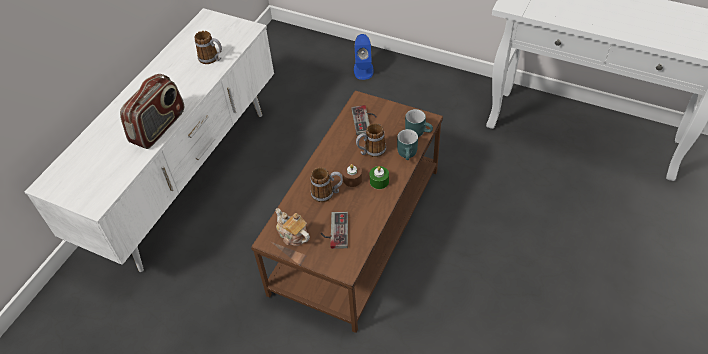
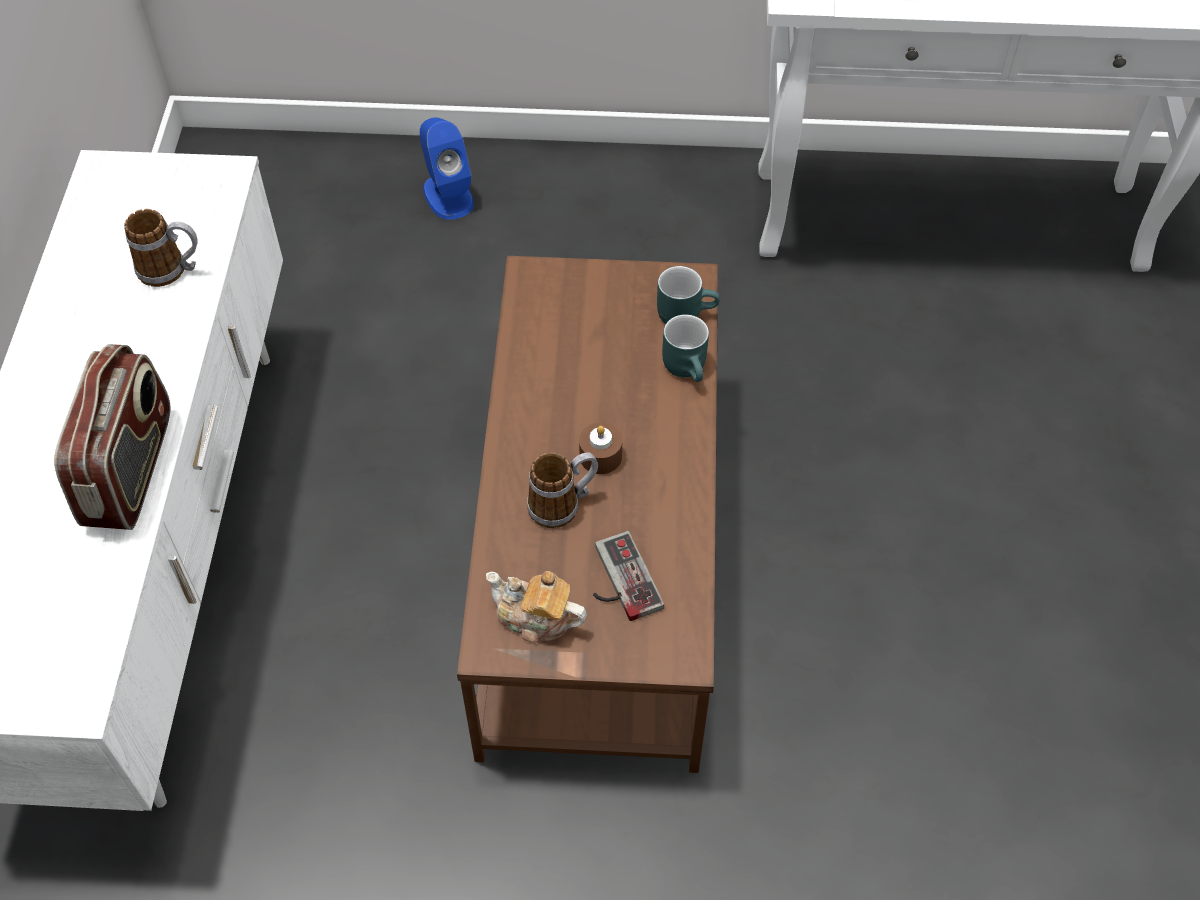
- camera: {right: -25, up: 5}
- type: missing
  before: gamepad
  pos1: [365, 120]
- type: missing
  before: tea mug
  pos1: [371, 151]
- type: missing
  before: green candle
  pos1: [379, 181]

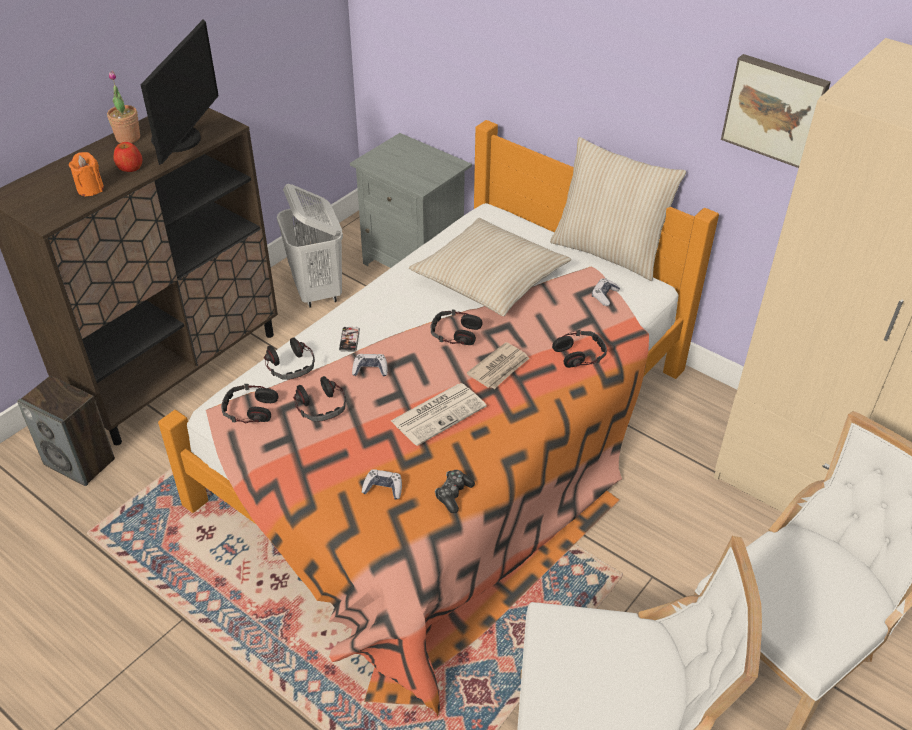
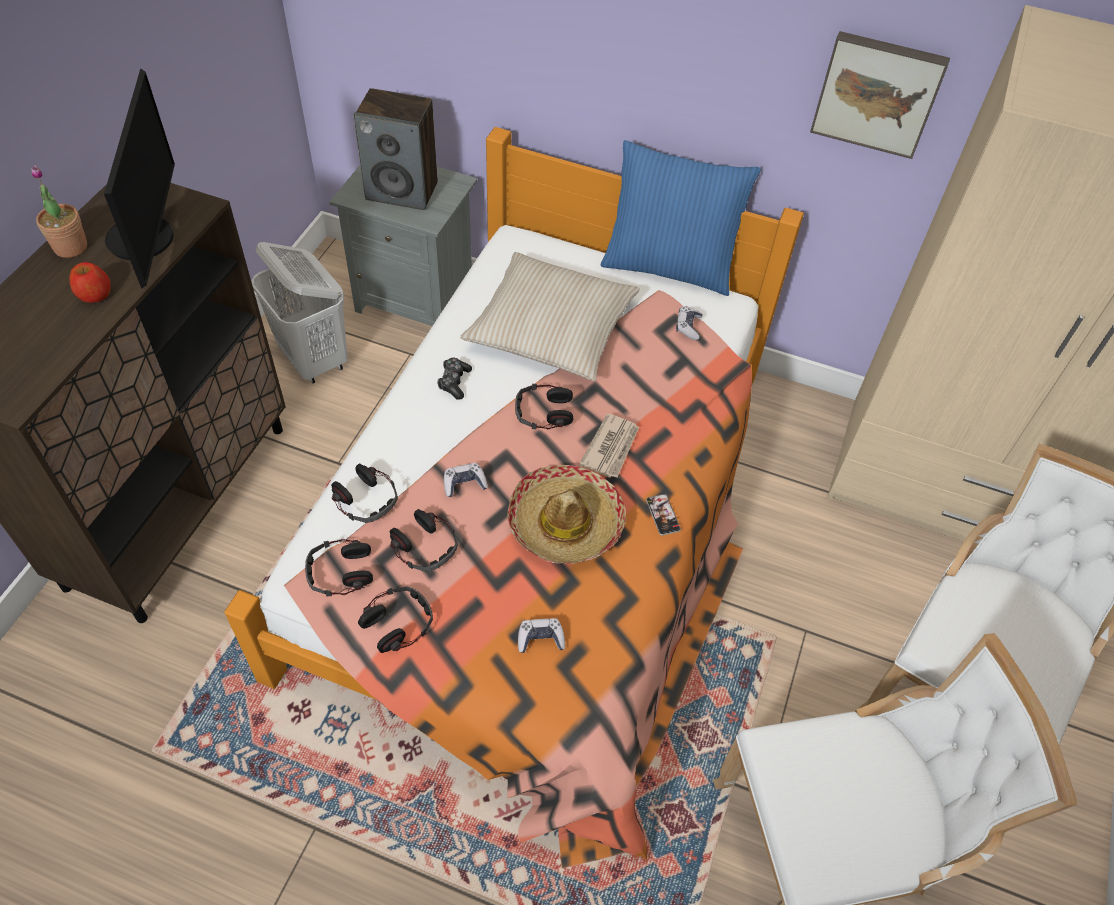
- camera: {right: -20, up: 10}
- type: colour
  before: beige-coloured pillow
  after: blue pillow
  pos1: [609, 252]
  pos2: [669, 266]
- type: missing
  before: orangey candle
  pos1: [90, 189]
- type: relocated
  before: phone
  pos1: [349, 340]
  pos2: [663, 515]
- type: relocated
  before: headset
  pos1: [579, 354]
  pos2: [397, 623]
- type: relocated
  before: loudspeaker
  pos1: [80, 462]
  pos2: [402, 191]
- type: exchanged
  before: daily paper
  after: wearable hat
  pos1: [439, 413]
  pos2: [565, 523]
- type: relocated
  before: gamepad
  pos1: [453, 494]
  pos2: [454, 382]

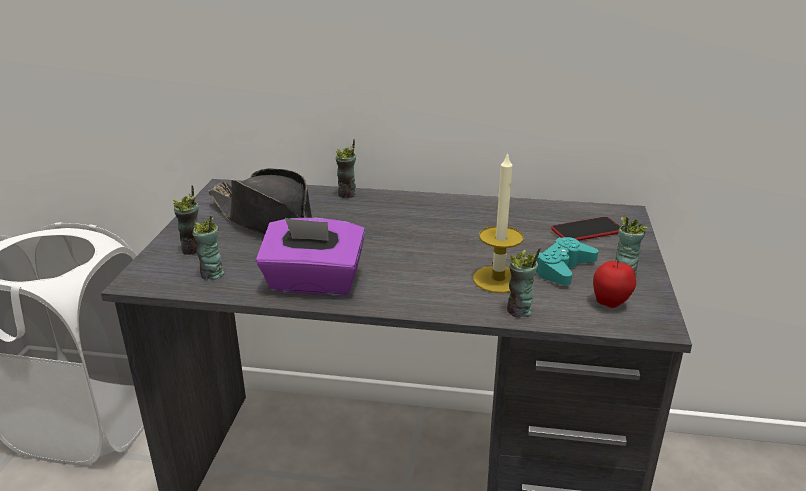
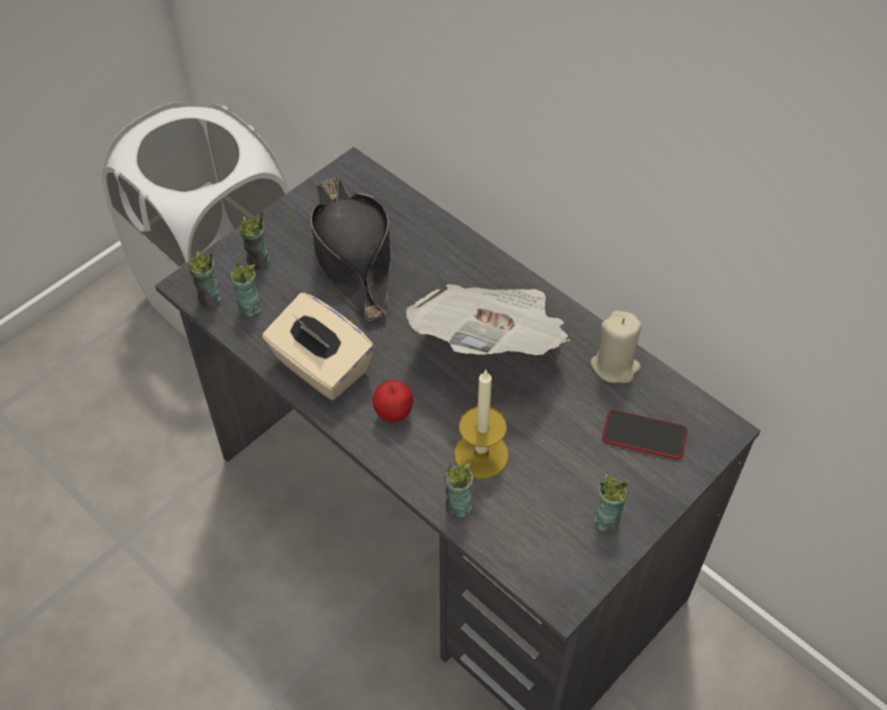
- camera: {right: 35, up: 25}
- type: relocated
  before: drinking cup
  pos1: [347, 194]
  pos2: [210, 299]
- type: colour
  before: purple tissue box
  after: beige-coloured tissue box
  pos1: [313, 283]
  pos2: [320, 367]
- type: missing
  before: turquoise-coloured gamepad
  pos1: [563, 269]
- type: relocated
  before: whole apple
  pos1: [610, 304]
  pos2: [393, 415]
- type: appeared
  after: daily paper
  pos2: [491, 343]
- type: appeared
  after: beige-coloured candle
  pos2: [615, 366]

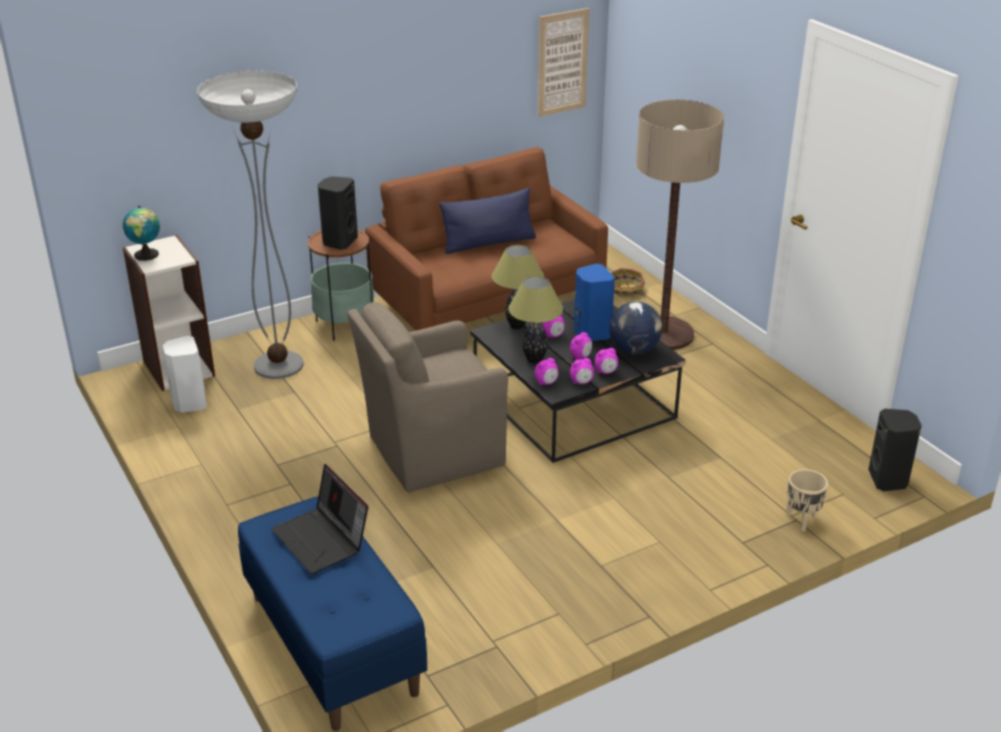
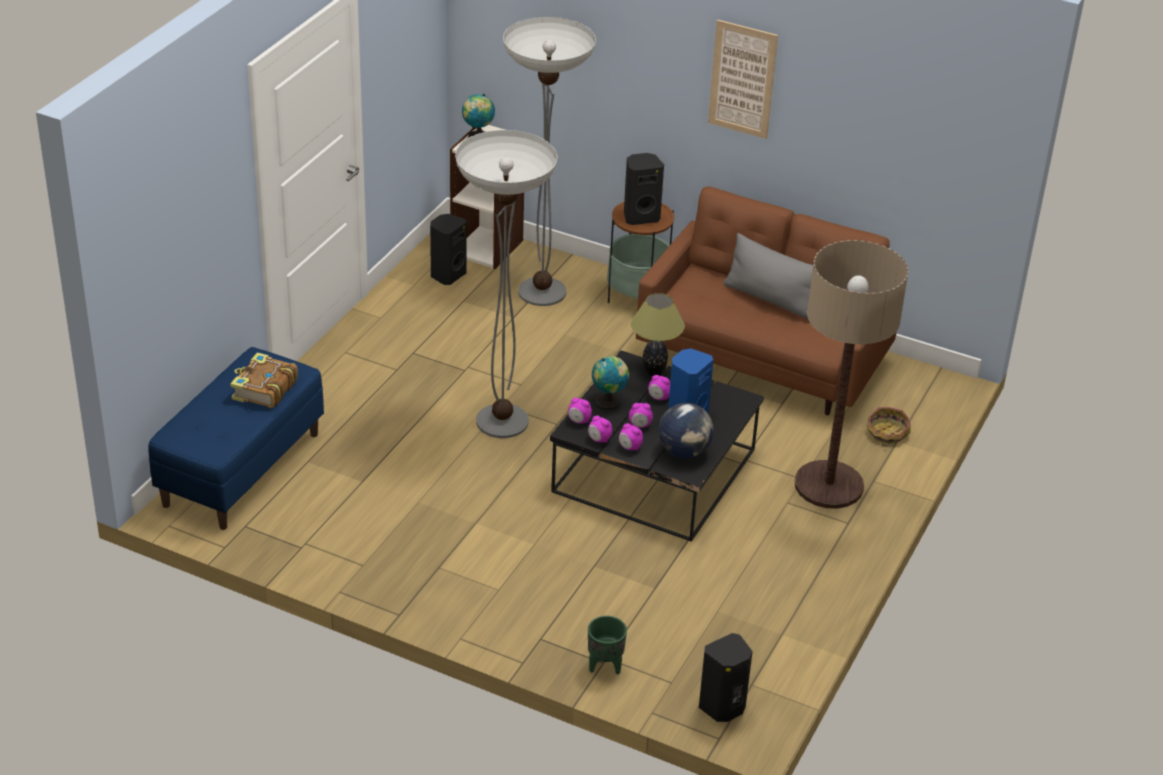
- camera: {right: 55, up: 5}
- type: relocated
  before: picture
  pos1: [562, 62]
  pos2: [742, 79]
- type: colour
  before: blue pillow
  after: gray pillow
  pos1: [488, 243]
  pos2: [772, 300]
- type: exchanged
  before: table lamp
  after: world globe
  pos1: [534, 359]
  pos2: [609, 401]
- type: exchanged
  before: brown armchair
  after: floor lamp
  pos1: [431, 452]
  pos2: [502, 421]
- type: colour
  before: whitish loudspeaker
  after: black loudspeaker
  pos1: [189, 403]
  pos2: [447, 275]
- type: exchanged
  before: portable computer
  after: bound book
  pos1: [322, 540]
  pos2: [263, 389]
- type: colour
  before: beige-coloured flower pot
  after: green flower pot
  pos1: [801, 521]
  pos2: [604, 666]

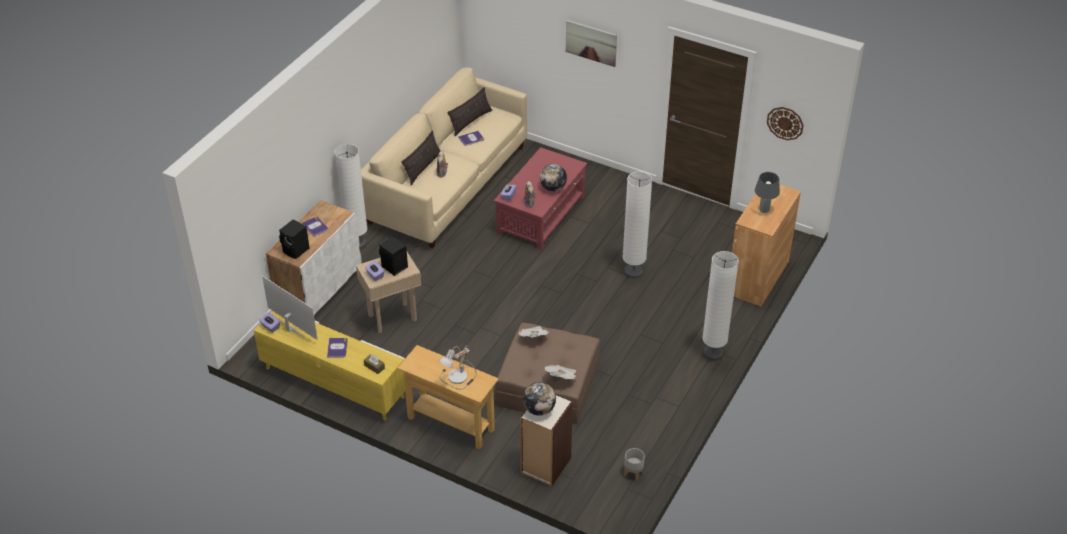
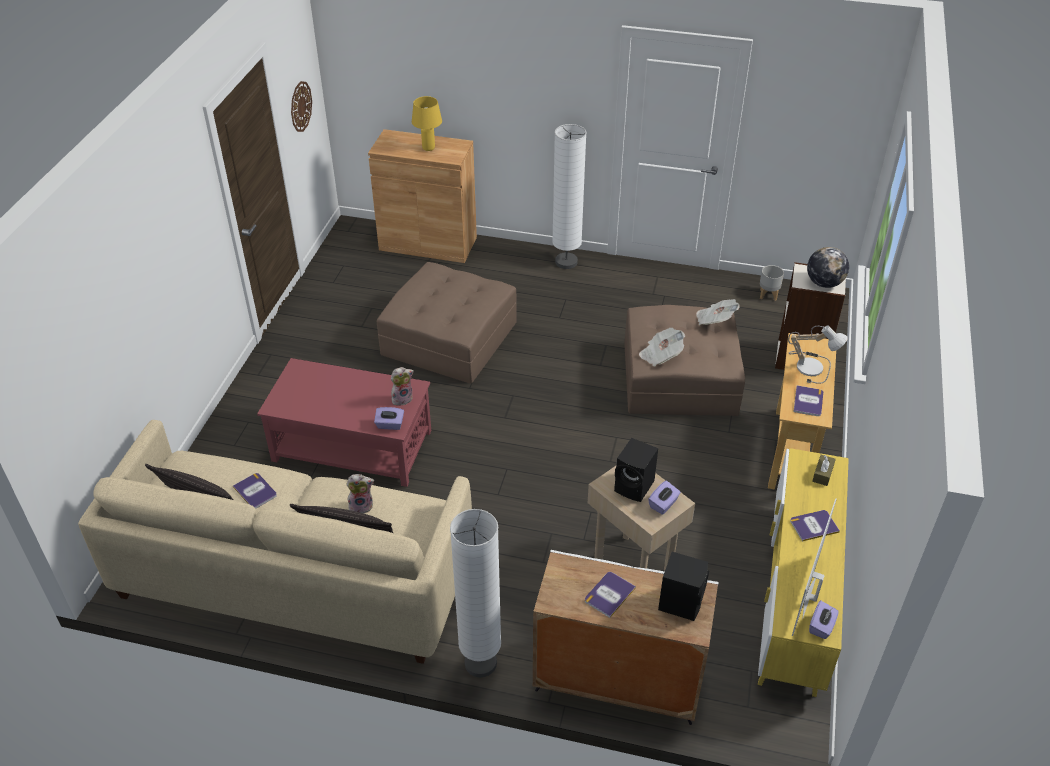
- camera: {right: -105, up: 0}
- type: missing
  before: picture
  pos1: [591, 43]
- type: missing
  before: world globe
  pos1: [553, 188]
- type: exchanged
  before: whitish floor lamp
  after: brown ottoman
  pos1: [633, 272]
  pos2: [450, 338]
- type: colour
  before: gray table lamp
  after: yellow-coloured table lamp
  pos1: [764, 210]
  pos2: [428, 148]
- type: appeared
  after: bound book
  pos2: [808, 401]

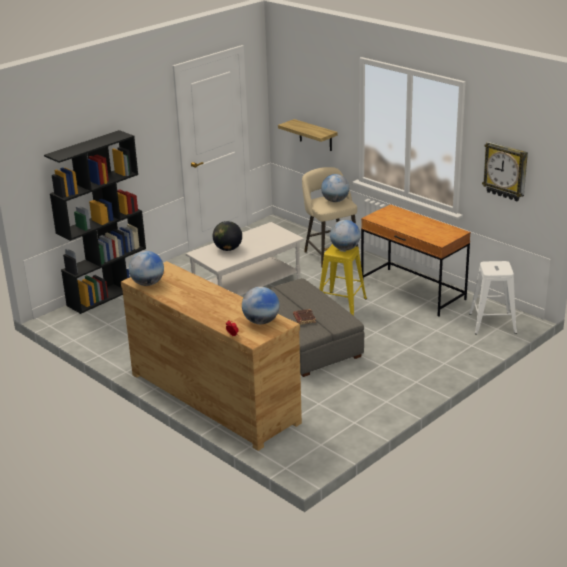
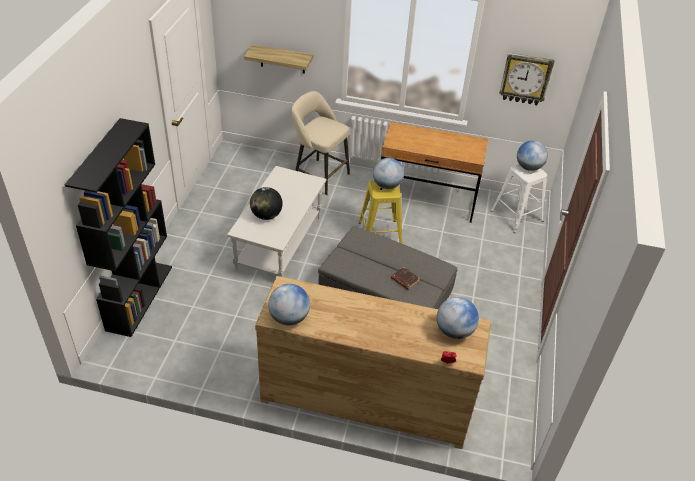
- camera: {right: -35, up: 15}
- type: relocated
  before: world globe
  pos1: [335, 201]
  pos2: [529, 167]

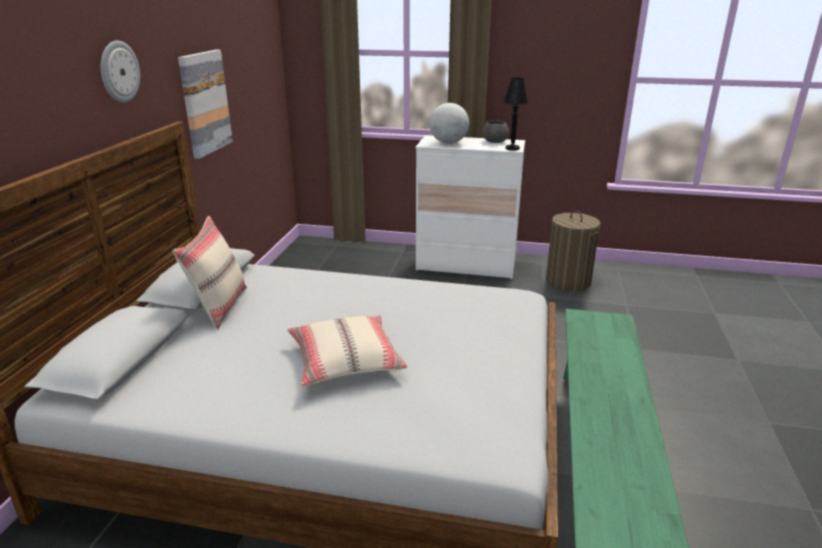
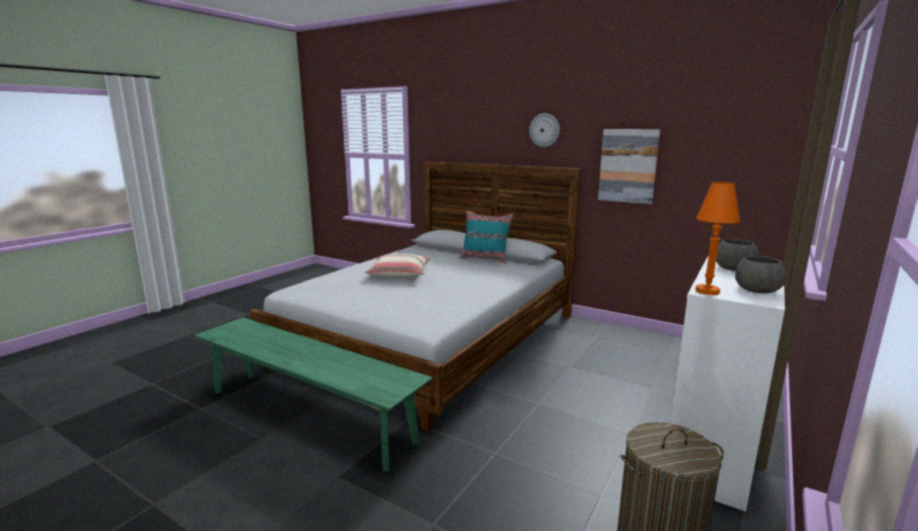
- camera: {right: 110, up: -10}
- type: colour
  before: black table lamp
  after: orangey table lamp
  pos1: [512, 148]
  pos2: [707, 291]
- type: exchanged
  before: world globe
  after: gray serving bowl
  pos1: [448, 143]
  pos2: [733, 268]
- type: colour
  before: beige-coloured pillow
  after: turquoise-coloured pillow
  pos1: [219, 306]
  pos2: [485, 259]

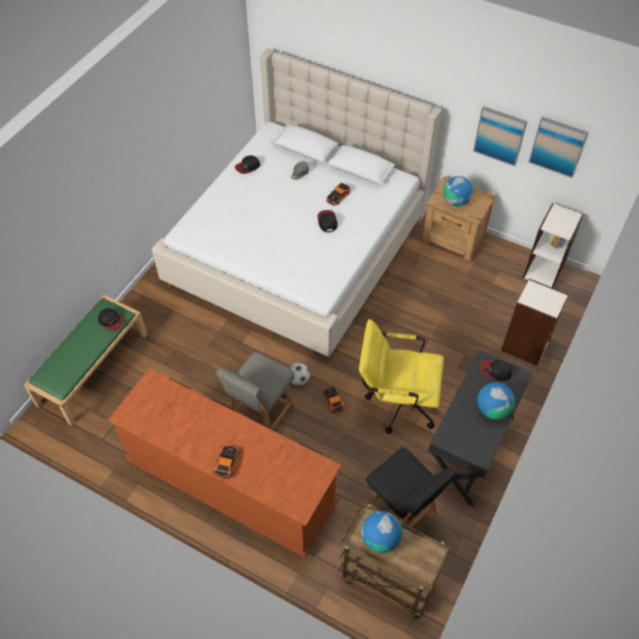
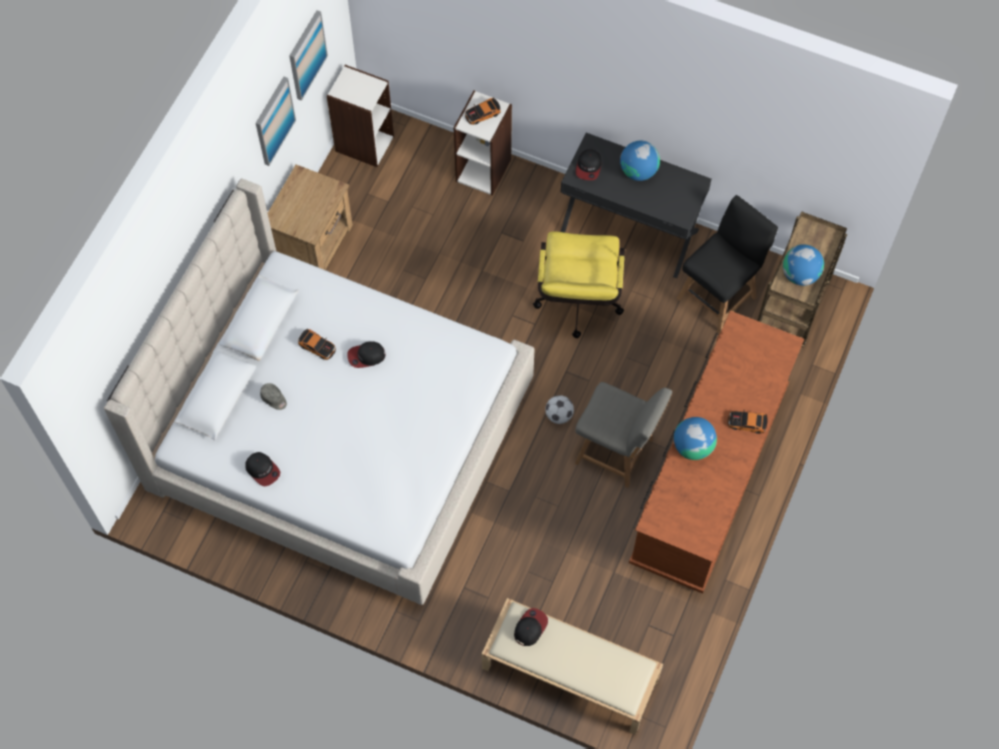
- camera: {right: -95, up: 10}
- type: relocated
  before: world globe
  pos1: [456, 201]
  pos2: [692, 446]
- type: colour
  before: green indoor bench
  after: beige-coloured indoor bench
  pos1: [93, 368]
  pos2: [568, 673]
- type: relocated
  before: miniature car
  pos1: [333, 401]
  pos2: [482, 114]

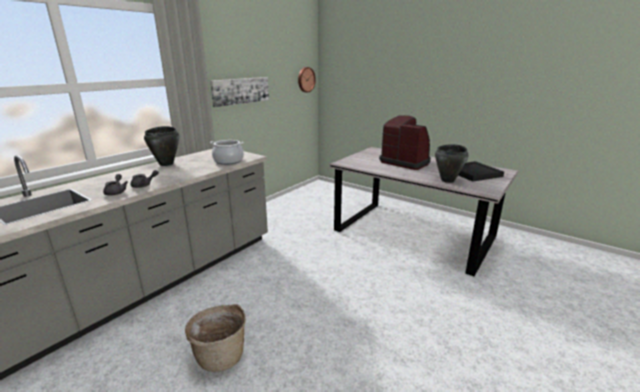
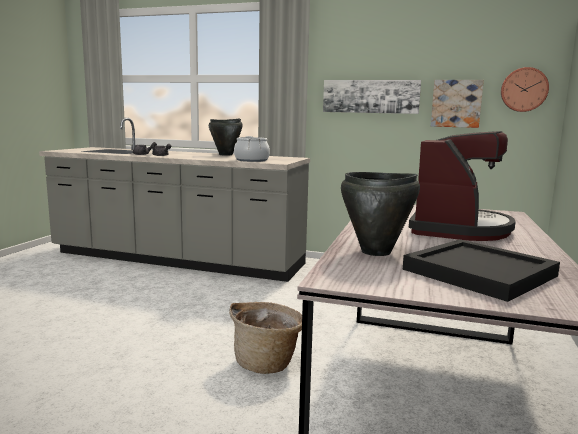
- camera: {right: 70, up: -10}
- type: relocated
  before: household basket
  pos1: [221, 354]
  pos2: [267, 362]
- type: appeared
  after: picture
  pos2: [456, 103]

